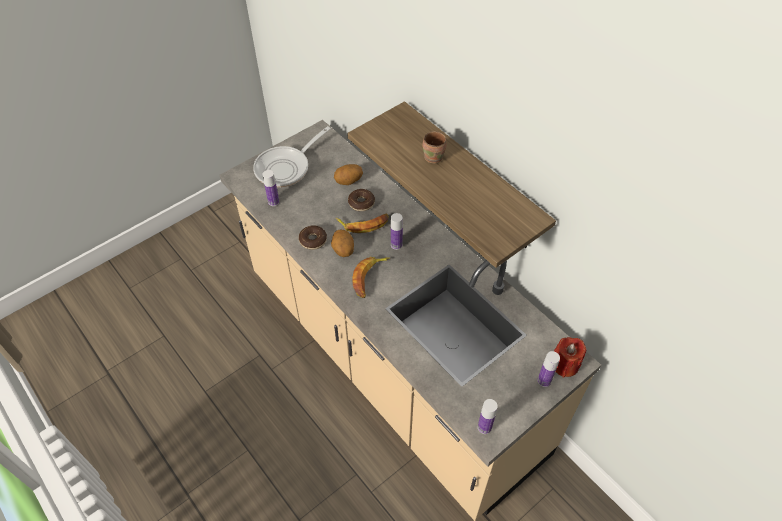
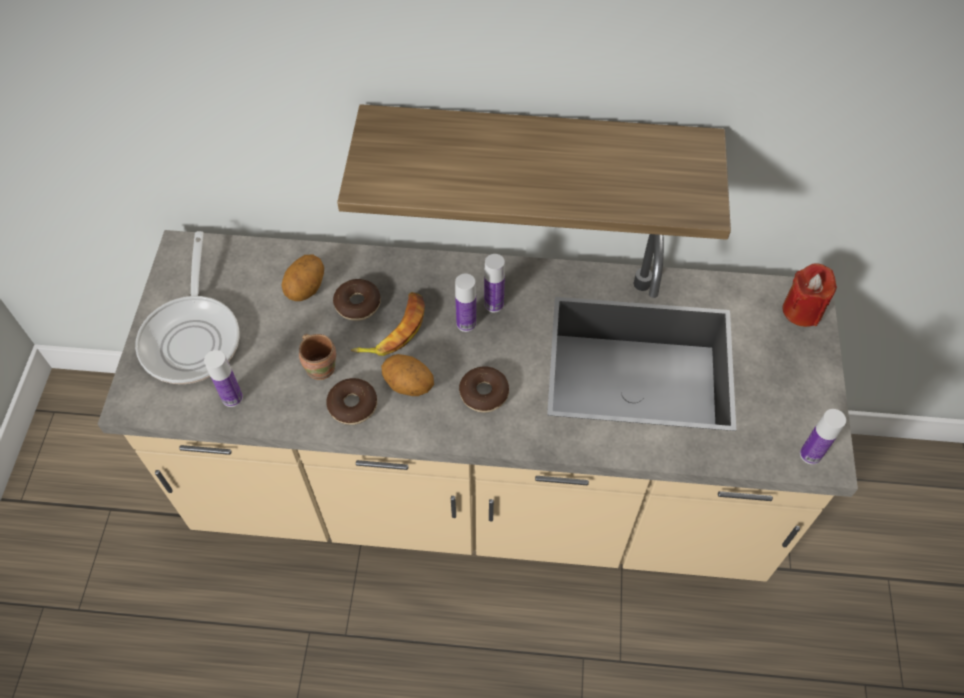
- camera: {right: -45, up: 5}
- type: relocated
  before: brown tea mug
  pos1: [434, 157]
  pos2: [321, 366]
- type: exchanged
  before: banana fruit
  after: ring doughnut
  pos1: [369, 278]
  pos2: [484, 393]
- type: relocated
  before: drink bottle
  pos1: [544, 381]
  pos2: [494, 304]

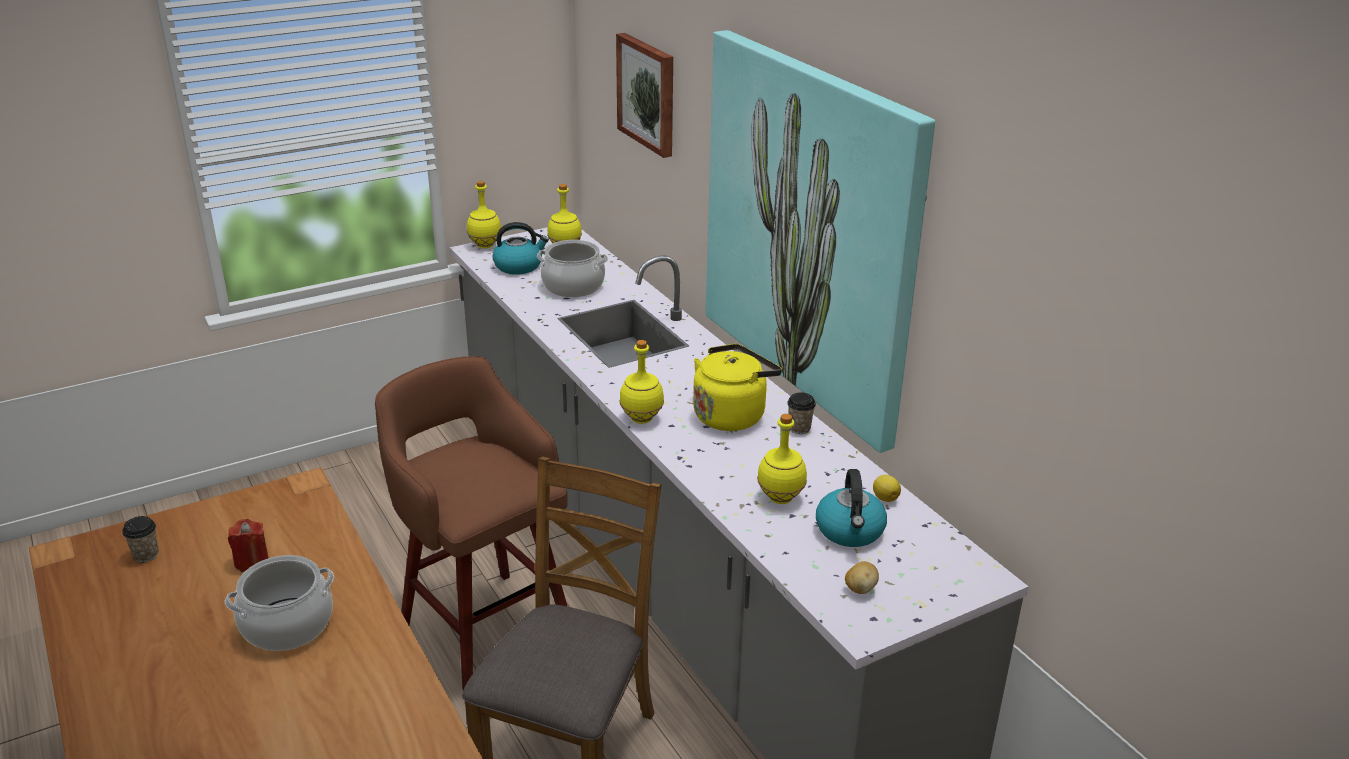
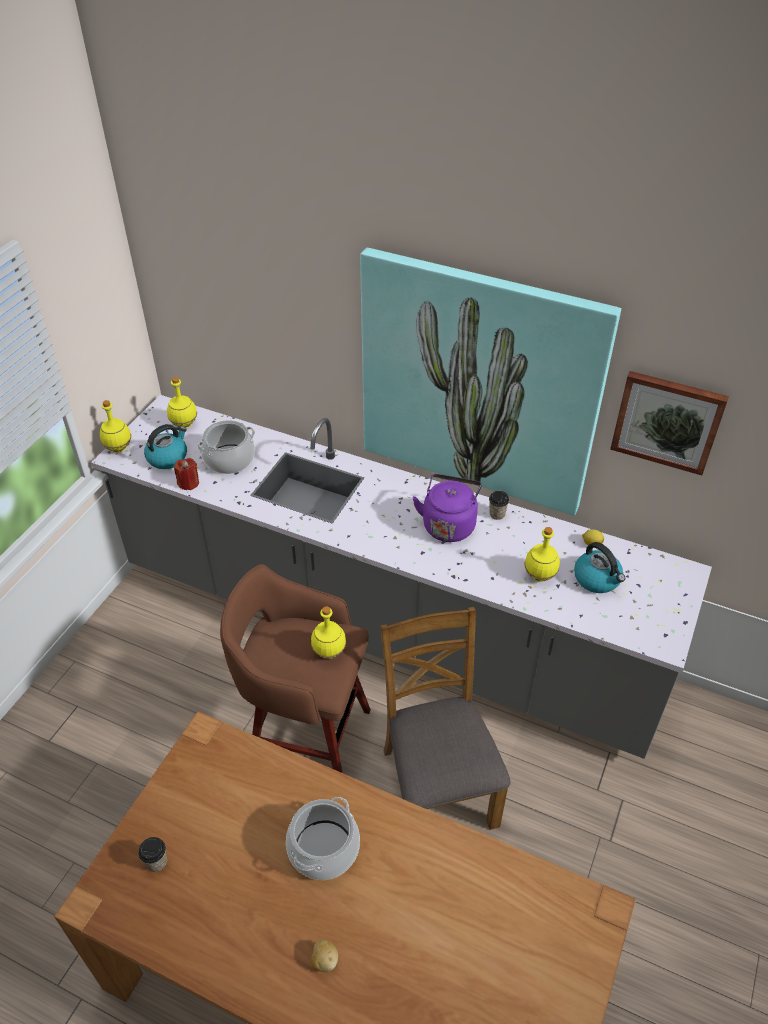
- camera: {right: -35, up: 15}
- type: relocated
  before: picture
  pos1: [648, 94]
  pos2: [667, 421]
- type: relocated
  before: yellow-coloured drink bottle
  pos1: [642, 419]
  pos2: [329, 652]
- type: colour
  before: yellow-coloured kettle
  after: purple kettle
  pos1: [732, 415]
  pos2: [449, 524]
- type: relocated
  before: reddish candle
  pos1: [251, 561]
  pos2: [188, 483]
- type: relocated
  before: spud
  pos1: [860, 589]
  pos2: [324, 960]

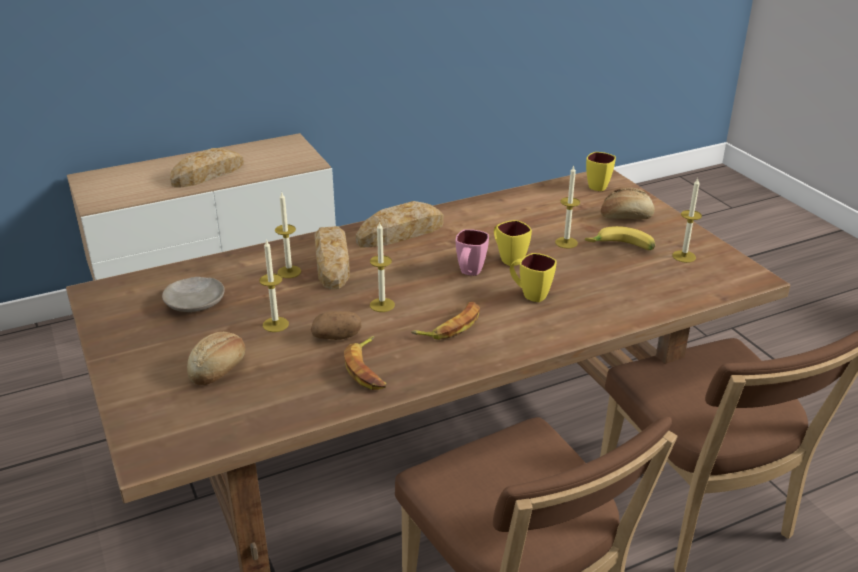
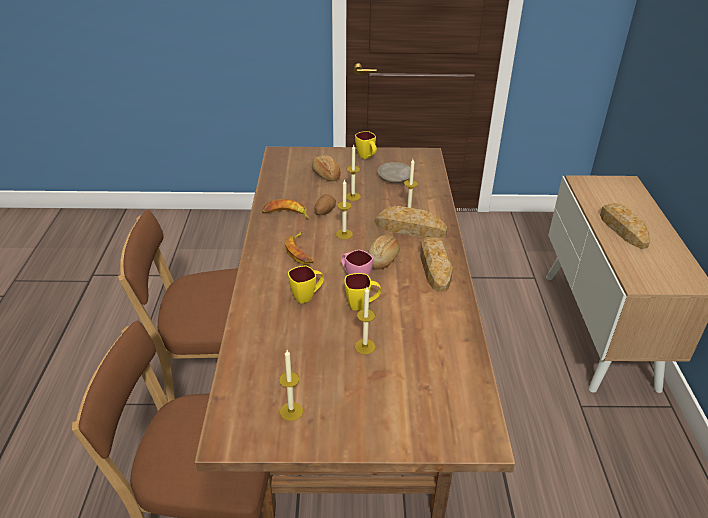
- camera: {right: 115, up: 5}
- type: relocated
  before: yellow-coloured tea mug
  pos1: [599, 185]
  pos2: [367, 157]
- type: relocated
  before: baked bread
  pos1: [626, 216]
  pos2: [383, 259]
- type: missing
  before: banana fruit
  pos1: [621, 248]

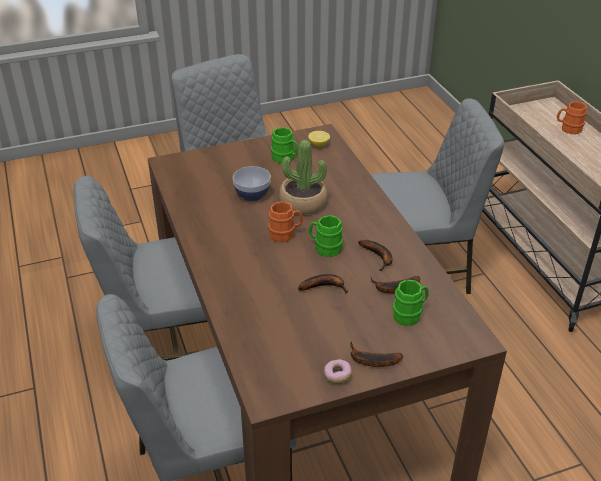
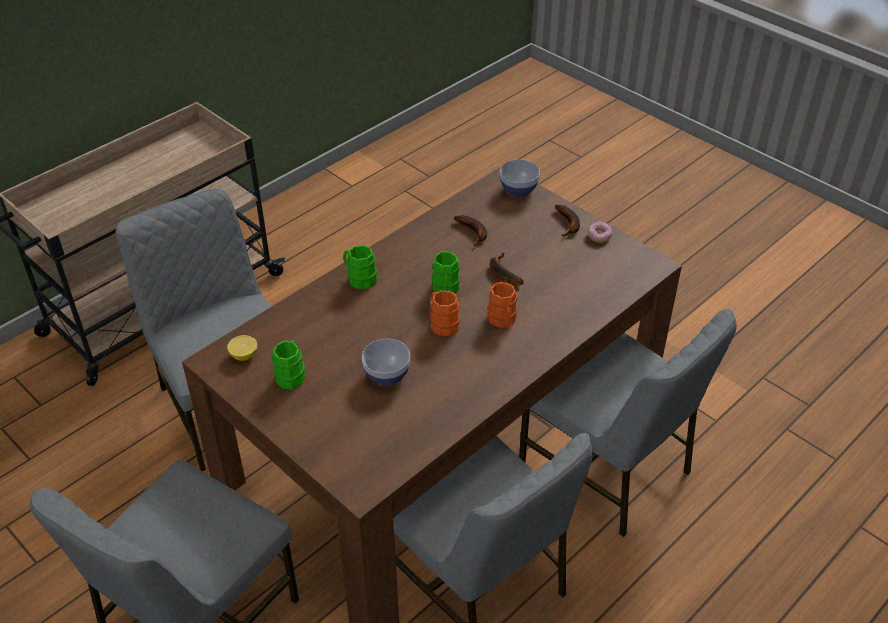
- camera: {right: -115, up: 5}
- type: relocated
  before: orangey tea mug
  pos1: [568, 129]
  pos2: [502, 321]
- type: missing
  before: houseplant
  pos1: [303, 203]
- type: missing
  before: banana fruit
  pos1: [379, 257]
- type: relocated
  before: green tea mug
  pos1: [410, 314]
  pos2: [359, 278]
- type: appeared
  after: serving bowl
  pos2: [518, 190]

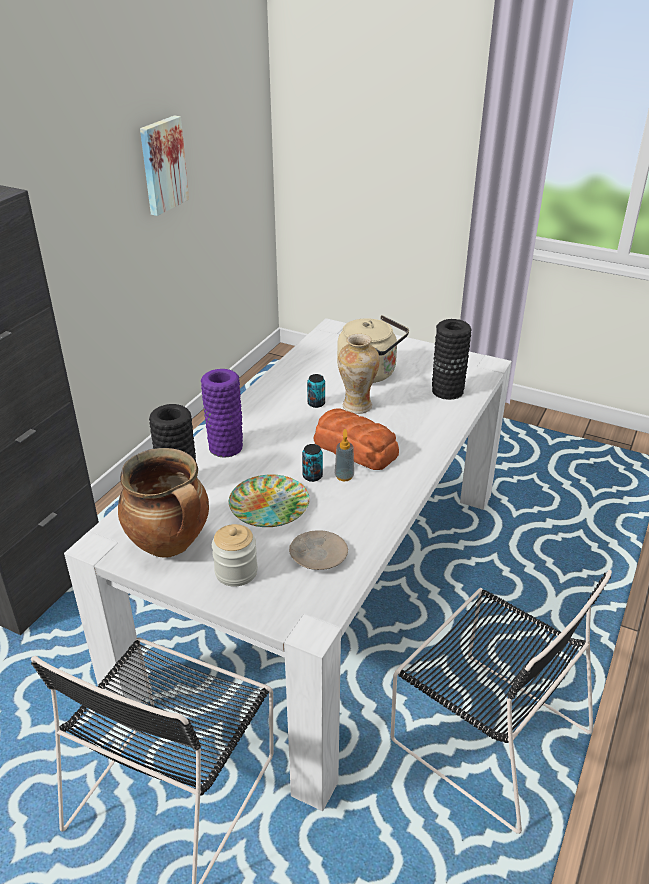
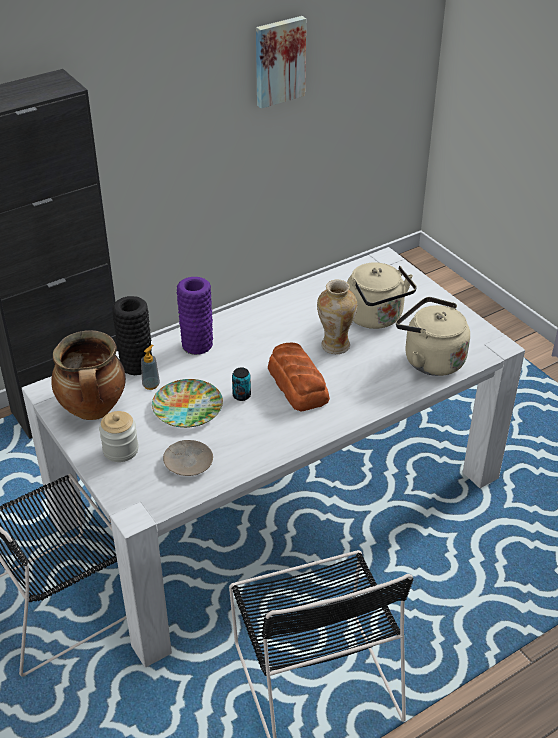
- camera: {right: 30, up: 5}
- type: exchanged
  before: black flower vase
  after: beige-coloured kettle
  pos1: [447, 391]
  pos2: [430, 359]
- type: missing
  before: can
  pos1: [316, 403]
- type: relocated
  before: liquid soap bottle
  pos1: [344, 476]
  pos2: [151, 385]

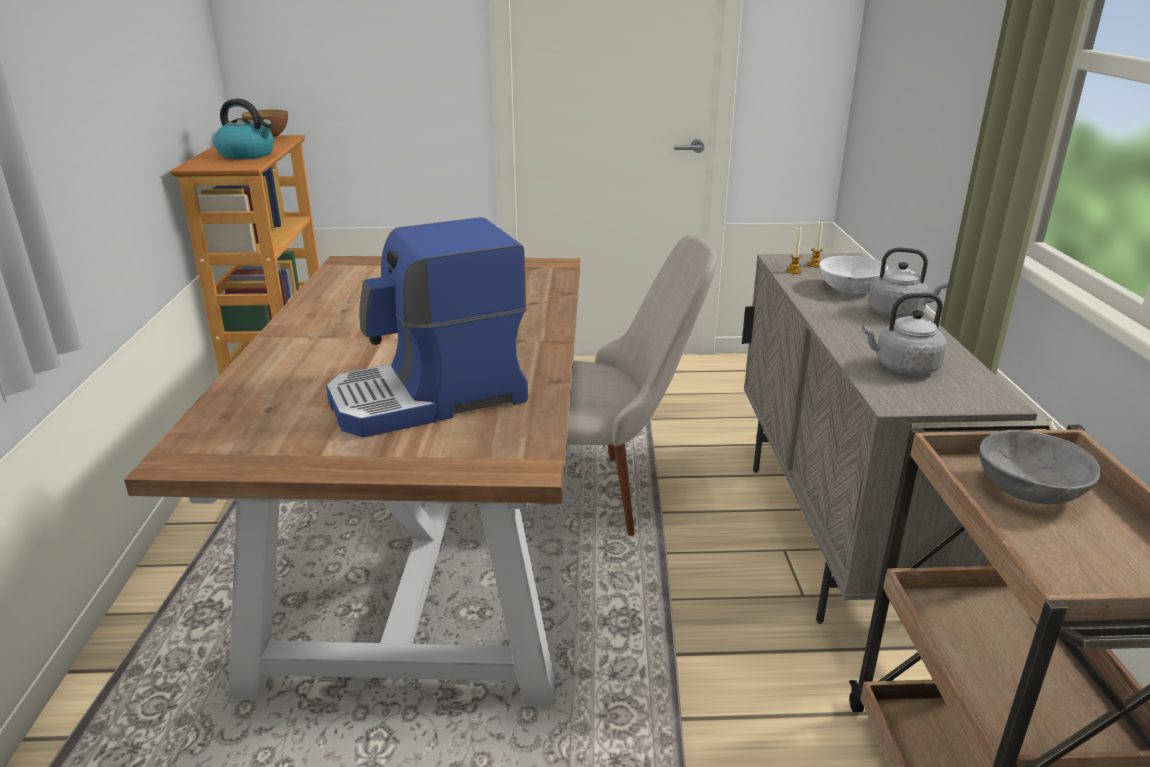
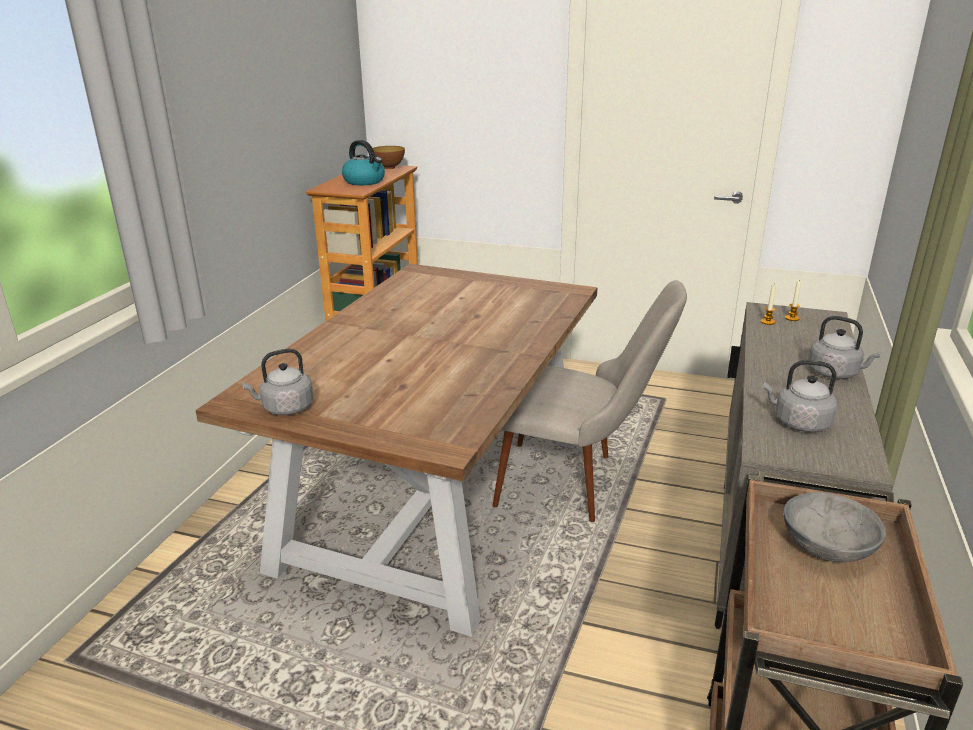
- camera: {right: 20, up: 0}
- type: missing
  before: coffee machine
  pos1: [430, 399]
- type: missing
  before: whitish serving bowl
  pos1: [851, 288]
- type: appeared
  after: gray kettle
  pos2: [285, 408]

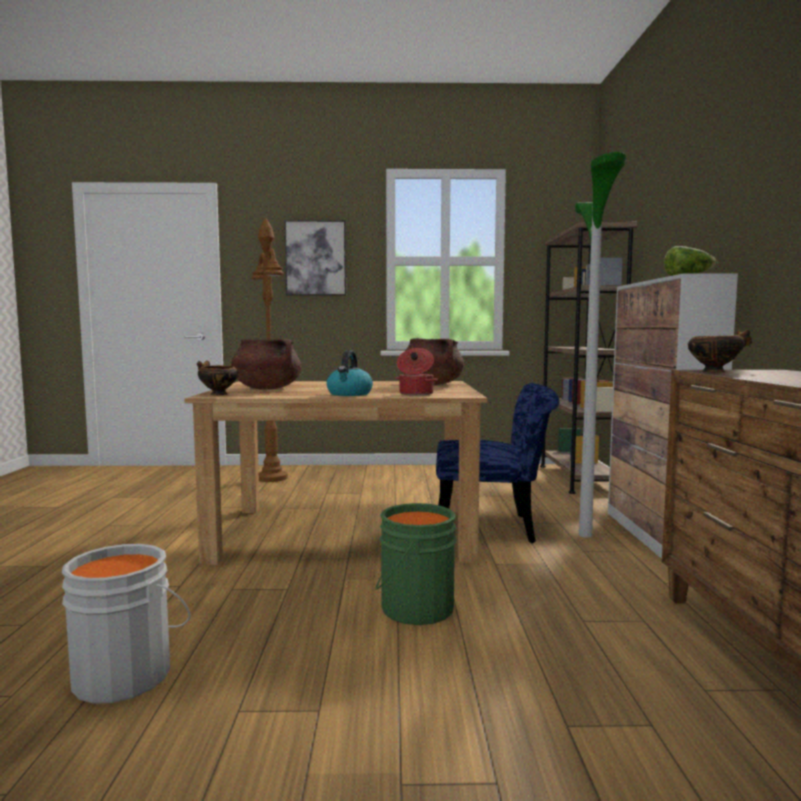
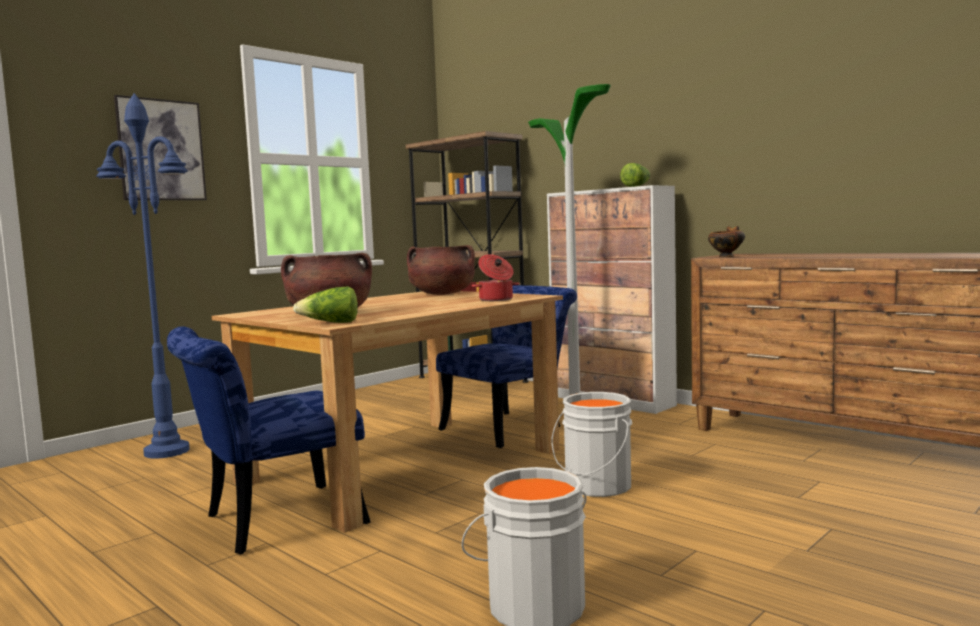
- camera: {right: -45, up: 0}
- type: colour
  before: brown floor lamp
  after: blue floor lamp
  pos1: [271, 478]
  pos2: [166, 451]
- type: missing
  before: kettle
  pos1: [349, 394]
- type: exchanged
  before: serving bowl
  after: head of lettuce
  pos1: [217, 394]
  pos2: [330, 323]
- type: colour
  before: green pail
  after: gray pail
  pos1: [413, 608]
  pos2: [595, 486]
- type: appeared
  after: blue chair
  pos2: [270, 522]

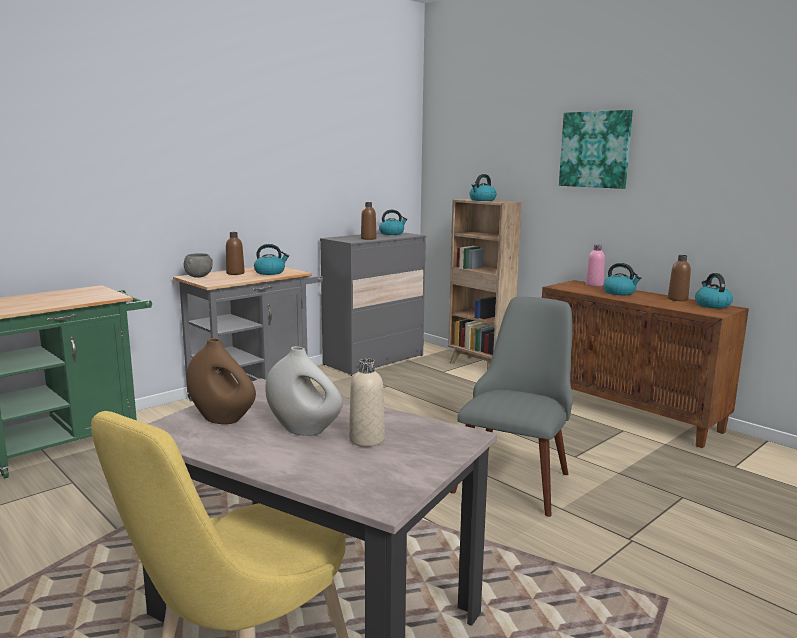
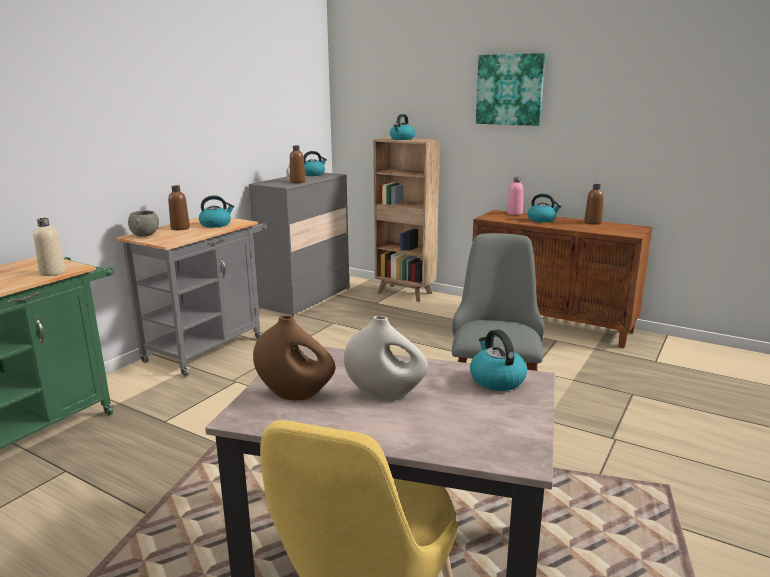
- camera: {right: -15, up: 5}
- type: relocated
  before: kettle
  pos1: [712, 305]
  pos2: [496, 380]
- type: relocated
  before: beige-coloured drink bottle
  pos1: [367, 440]
  pos2: [52, 272]

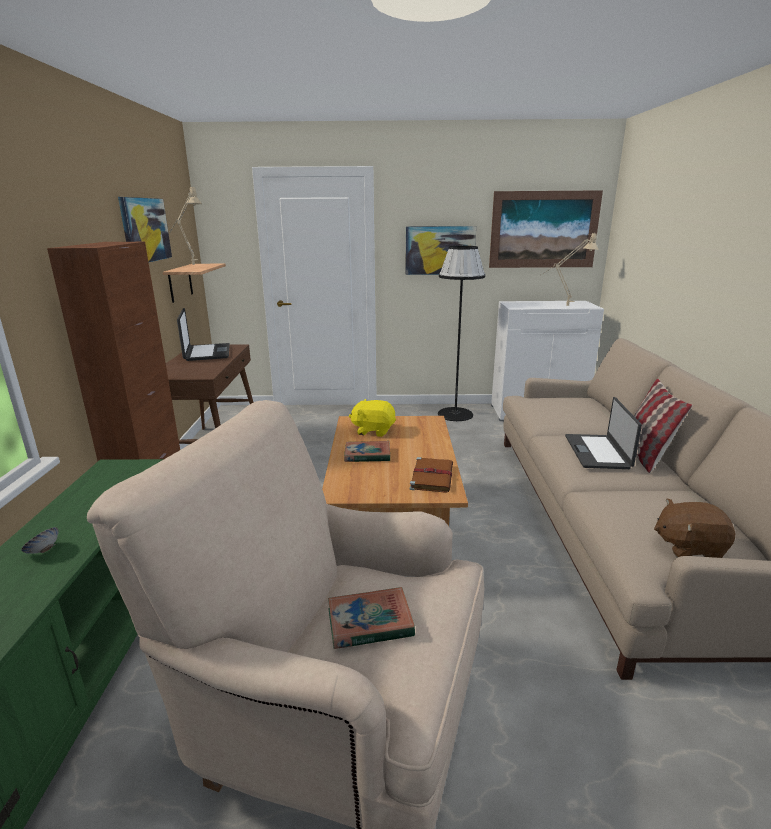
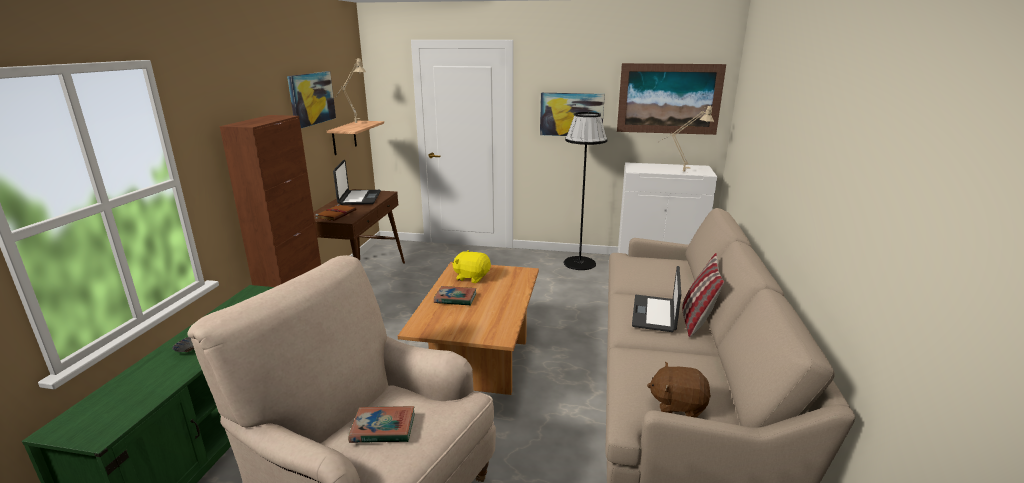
- camera: {right: 10, up: 0}
- type: relocated
  before: brown bound book
  pos1: [432, 476]
  pos2: [336, 214]

